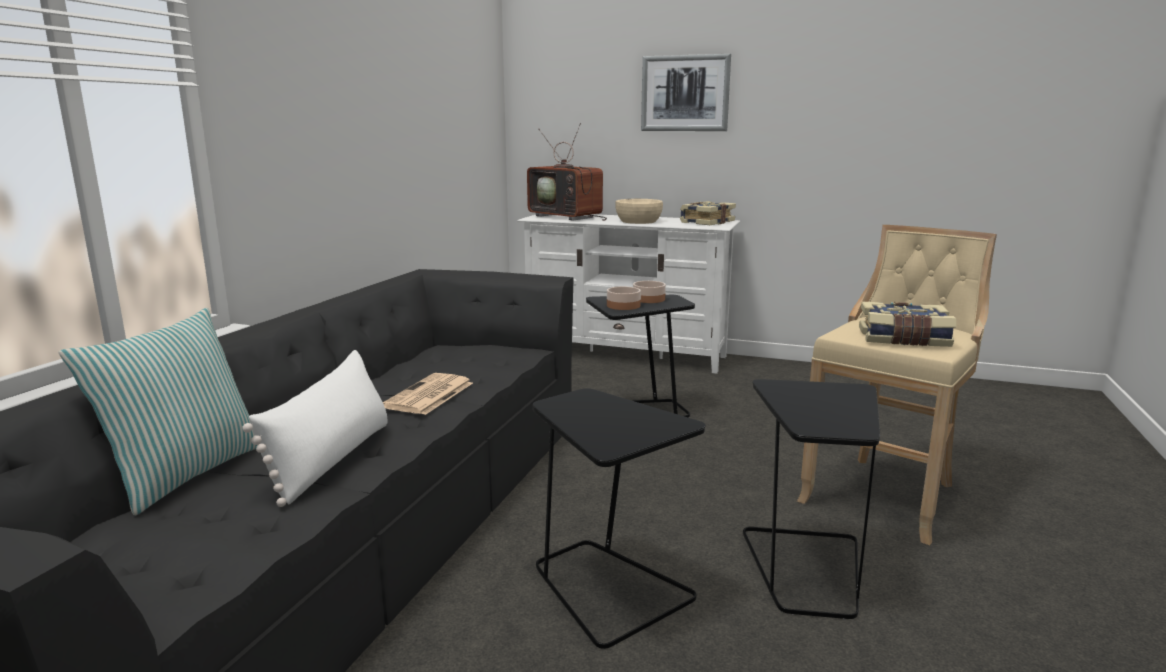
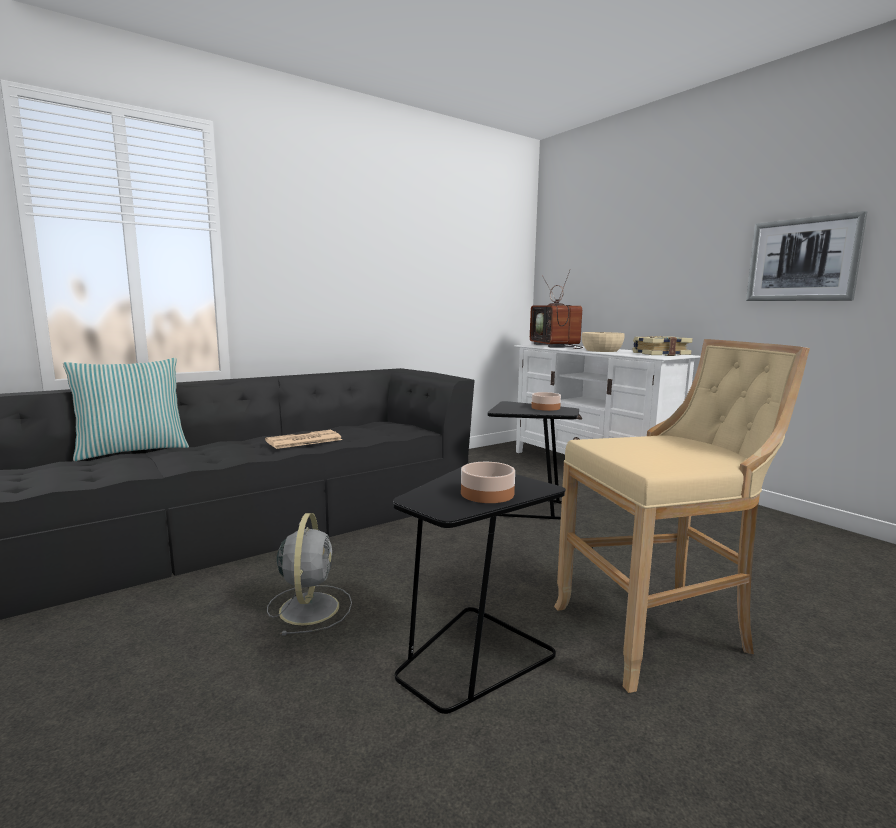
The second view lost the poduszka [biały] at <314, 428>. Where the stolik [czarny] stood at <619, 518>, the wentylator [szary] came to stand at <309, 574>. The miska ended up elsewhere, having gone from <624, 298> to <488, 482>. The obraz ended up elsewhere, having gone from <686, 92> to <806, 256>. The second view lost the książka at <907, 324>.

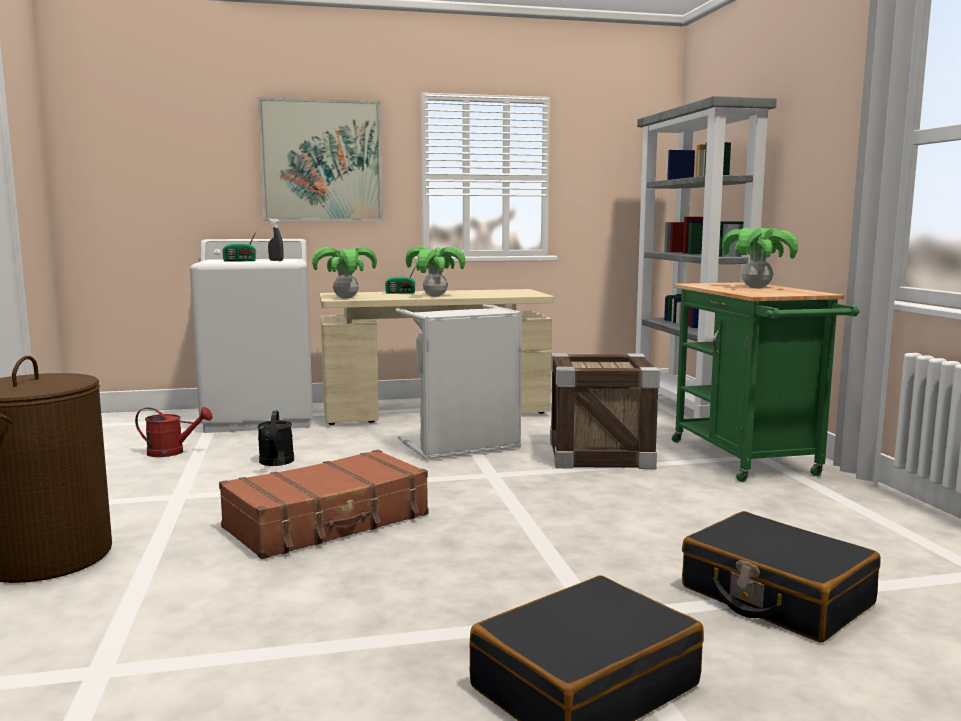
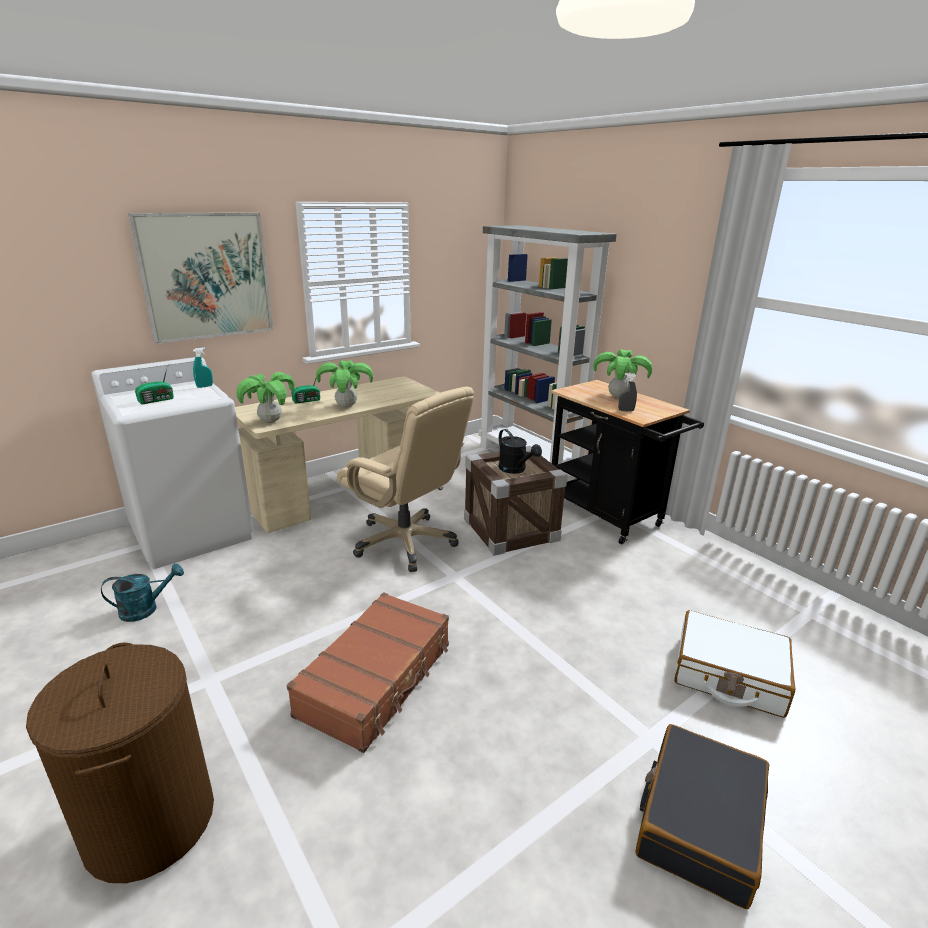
What was the konewka [czerwony] at <174, 432> turned into the konewka [turkusowy] at <142, 593>. The konewka [czarny] ended up elsewhere, having gone from <275, 438> to <520, 451>. The spryskiwacz [szary] ended up elsewhere, having gone from <275, 240> to <627, 392>. Where the kosz na pranie [szary] stood at <458, 382>, the krzesło biurowe [beżowy] came to stand at <405, 479>. What was the wózek [zielony] at <765, 382> turned into the wózek [czarny] at <627, 462>. What was the walizka [czarny] at <781, 577> turned into the walizka [biały] at <734, 664>. The second view gained the spryskiwacz [turkusowy] at <203, 367>.

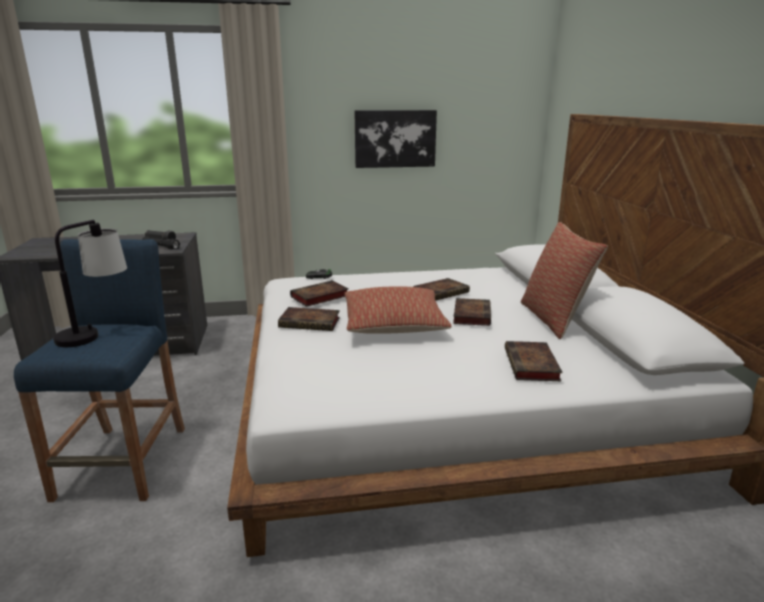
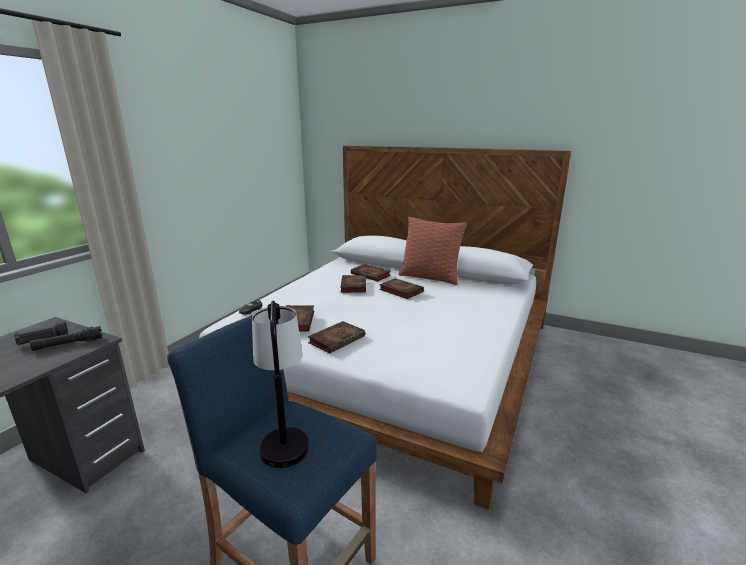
The second view lost the poduszka at <398, 310>. The second view lost the obraz at <395, 139>. The książka ended up elsewhere, having gone from <534, 361> to <371, 273>.

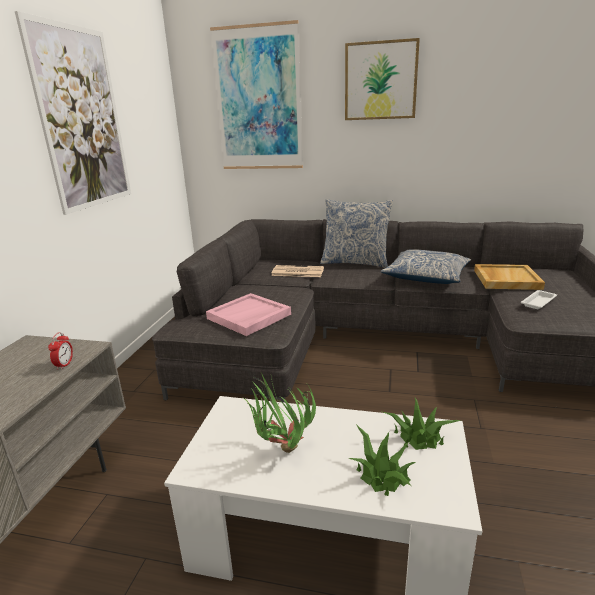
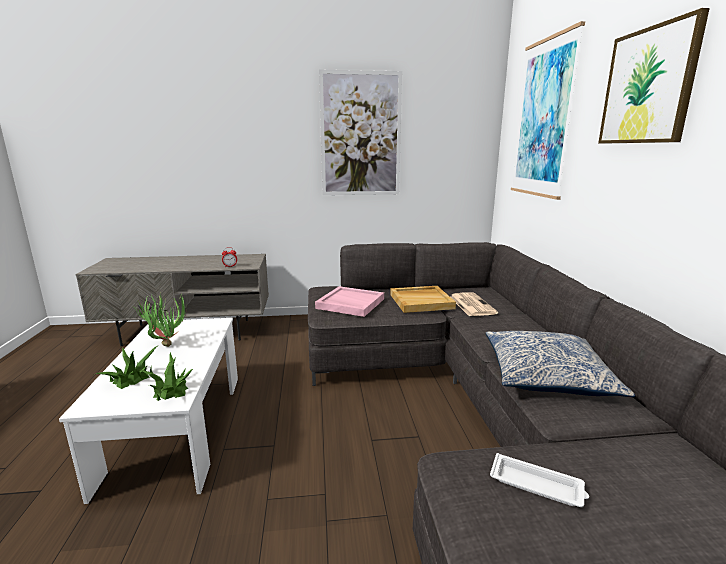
The second view lost the poduszka at <356, 233>. The taca [beżowy] ended up elsewhere, having gone from <509, 277> to <423, 299>.

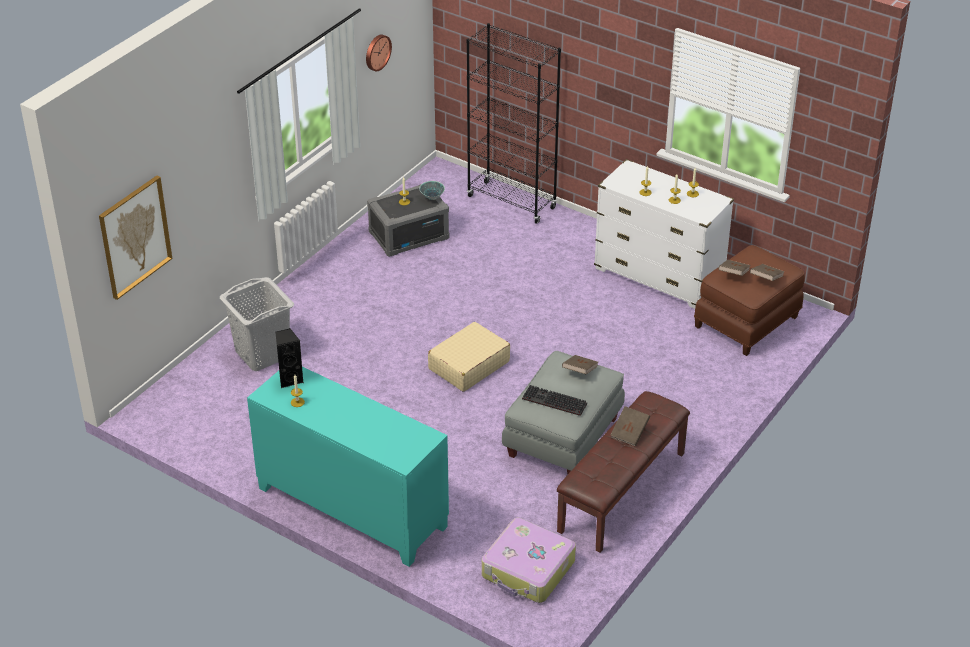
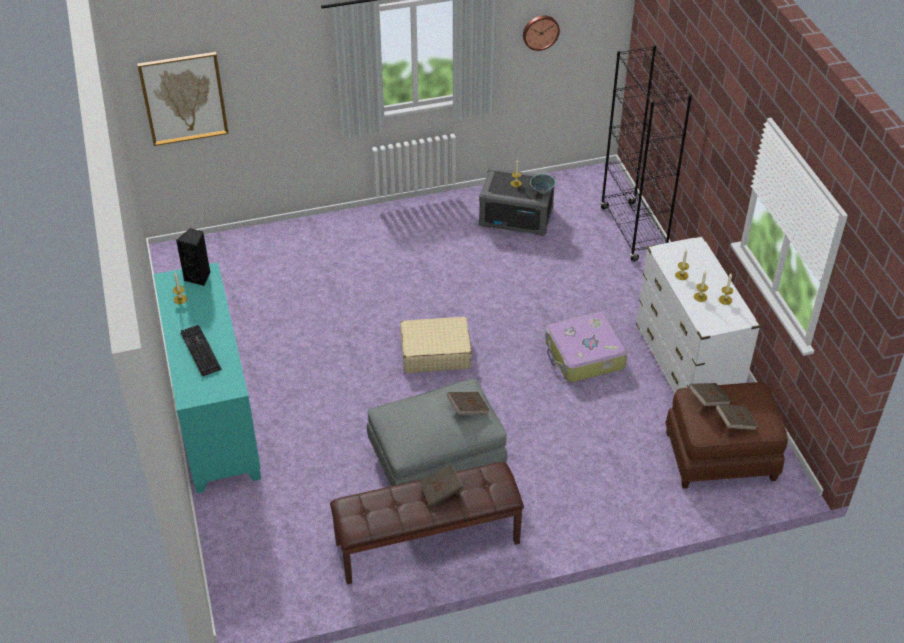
The second view lost the kosz na pranie [szary] at <257, 324>. The walizka ended up elsewhere, having gone from <529, 560> to <586, 347>. The klawiatura ended up elsewhere, having gone from <554, 400> to <201, 350>.

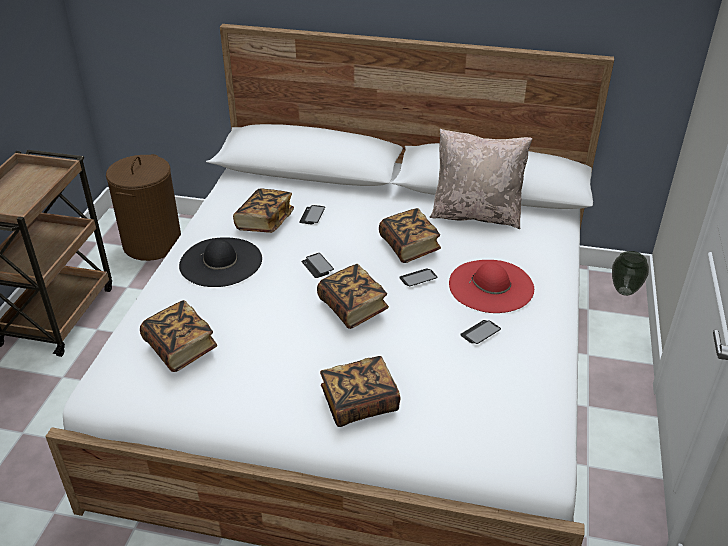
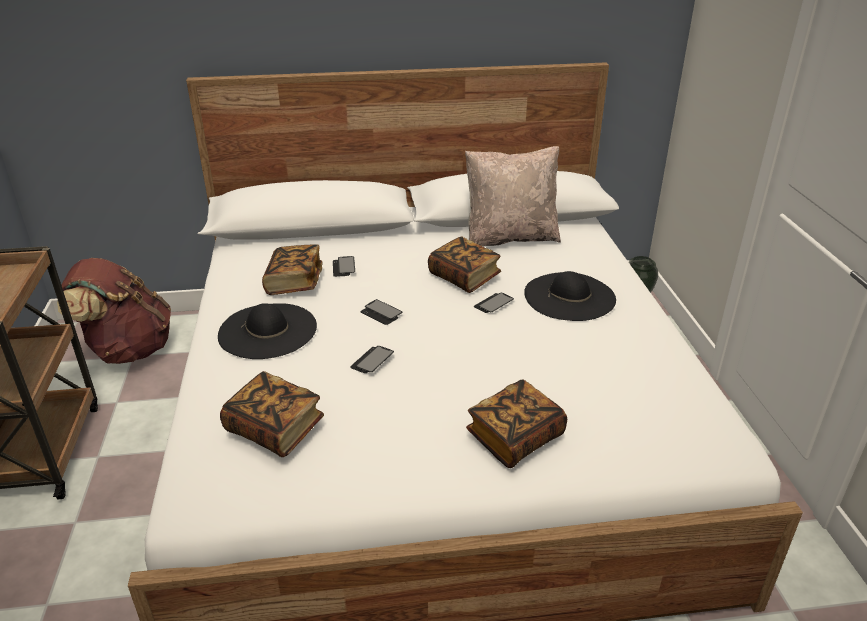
Where the kosz na pranie [brązowy] stood at <143, 207>, the plecak [brązowy] came to stand at <114, 311>. The second view lost the książka at <353, 296>. What was the kapelusz [czerwony] at <491, 286> turned into the kapelusz [czarny] at <570, 296>. The telefon ended up elsewhere, having gone from <480, 332> to <372, 359>.

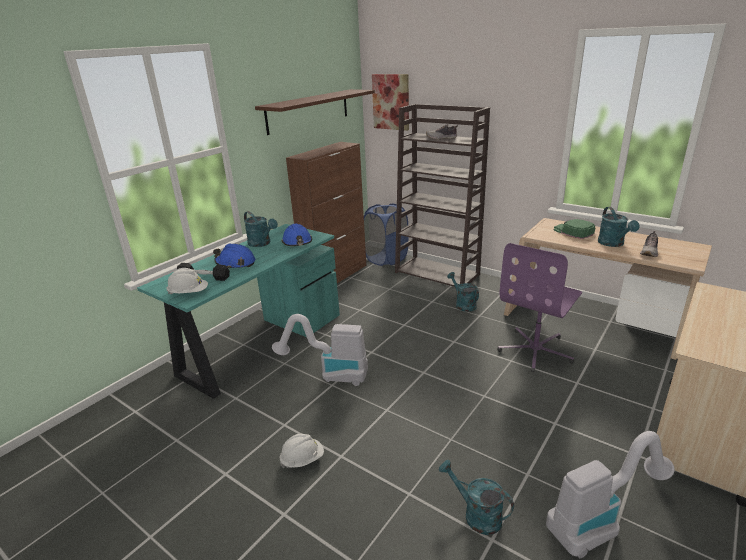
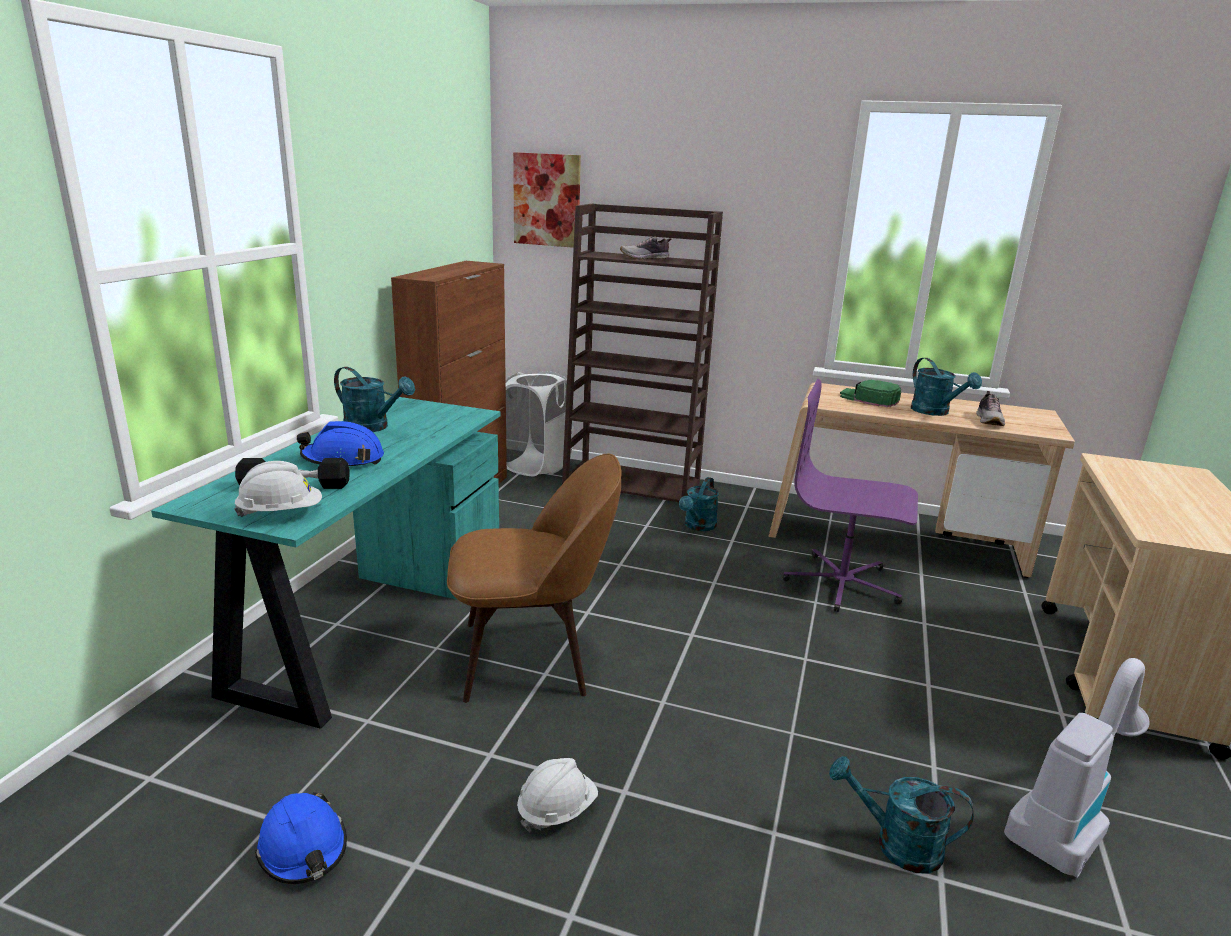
The second view lost the półka [brązowy] at <315, 112>. Where the odkurzacz stood at <320, 350>, the krzesło [brązowy] came to stand at <534, 578>. The kask [niebieski] ended up elsewhere, having gone from <297, 234> to <301, 838>. What was the kosz na pranie [niebieski] at <386, 235> turned into the kosz na pranie [biały] at <540, 423>. The konewka [turkusowy] at <463, 292> ended up facing another way, 105 degrees counterclockwise from before. The krzesło biurowe [fioletowy] at <539, 307> ended up facing another way, 90 degrees clockwise from before.

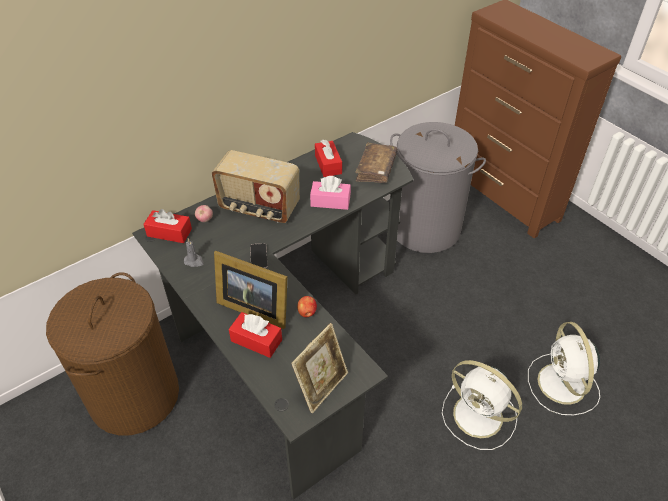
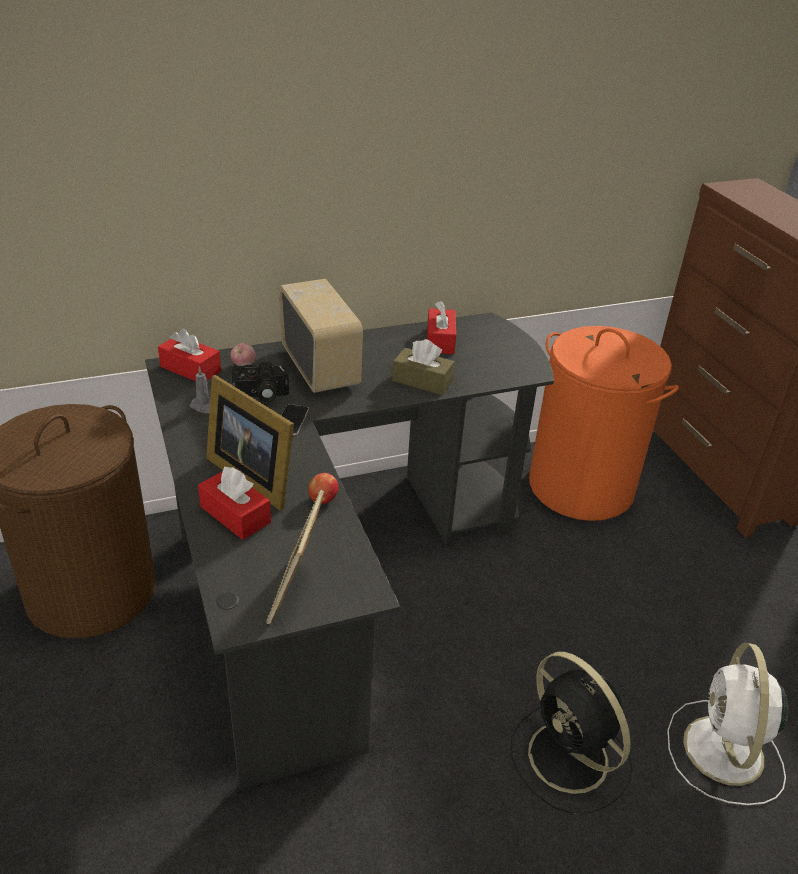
The radio at <256, 186> ended up facing another way, 150 degrees counterclockwise from before. The ramka na zdjęcie at <319, 368> ended up facing another way, 135 degrees clockwise from before. What was the pudełko chusteczek [różowy] at <330, 193> turned into the pudełko chusteczek [brązowy] at <423, 367>. The second view lost the książka [brązowy] at <376, 163>. What was the kosz na pranie [szary] at <438, 187> turned into the kosz na pranie [pomarańczowy] at <604, 423>. What was the wentylator [biały] at <482, 405> turned into the wentylator [czarny] at <572, 733>. The second view gained the aparat fotograficzny at <260, 382>.

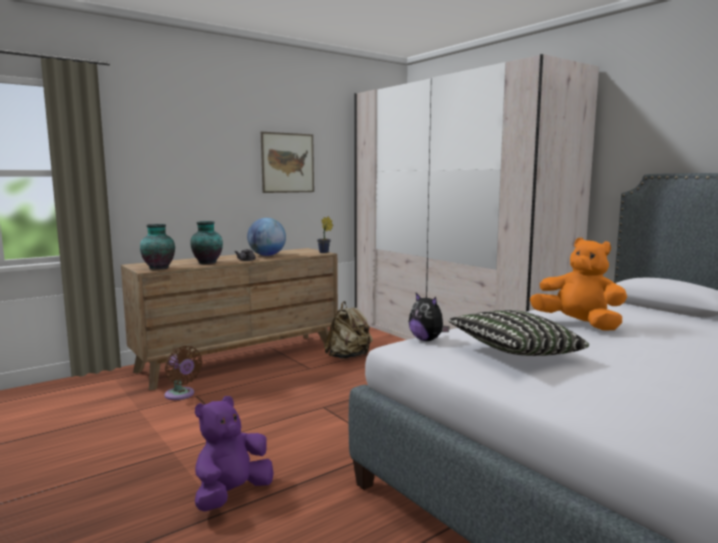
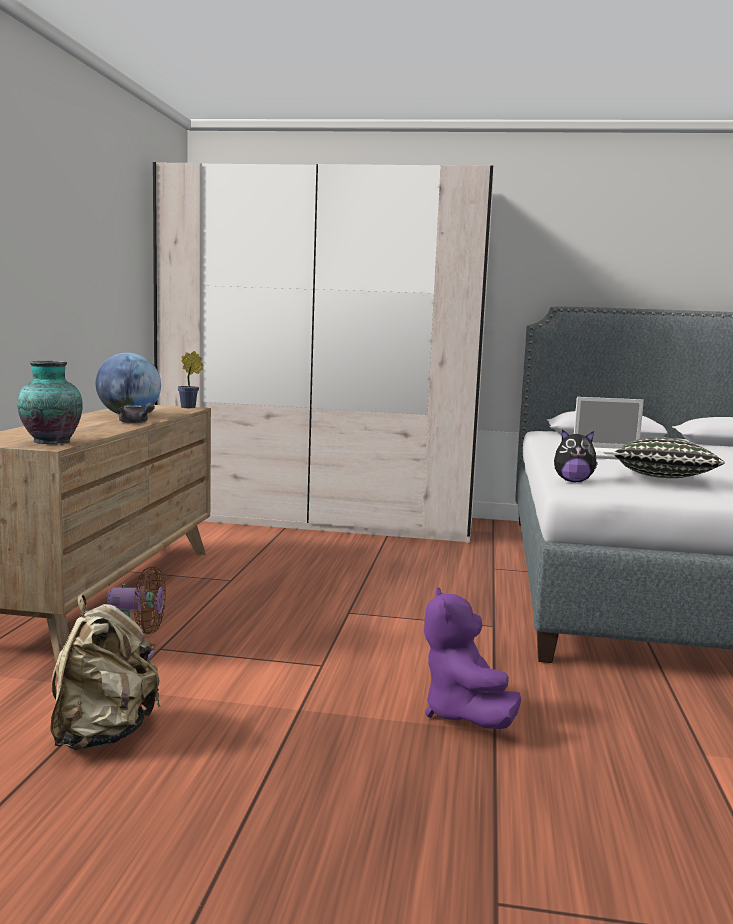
The second view lost the wazon at <206, 242>. The second view lost the obraz at <287, 162>. The plecak [beżowy] ended up elsewhere, having gone from <348, 330> to <105, 672>. Where the pluszak [pomarańczowy] stood at <578, 284>, the laptop came to stand at <609, 428>.

